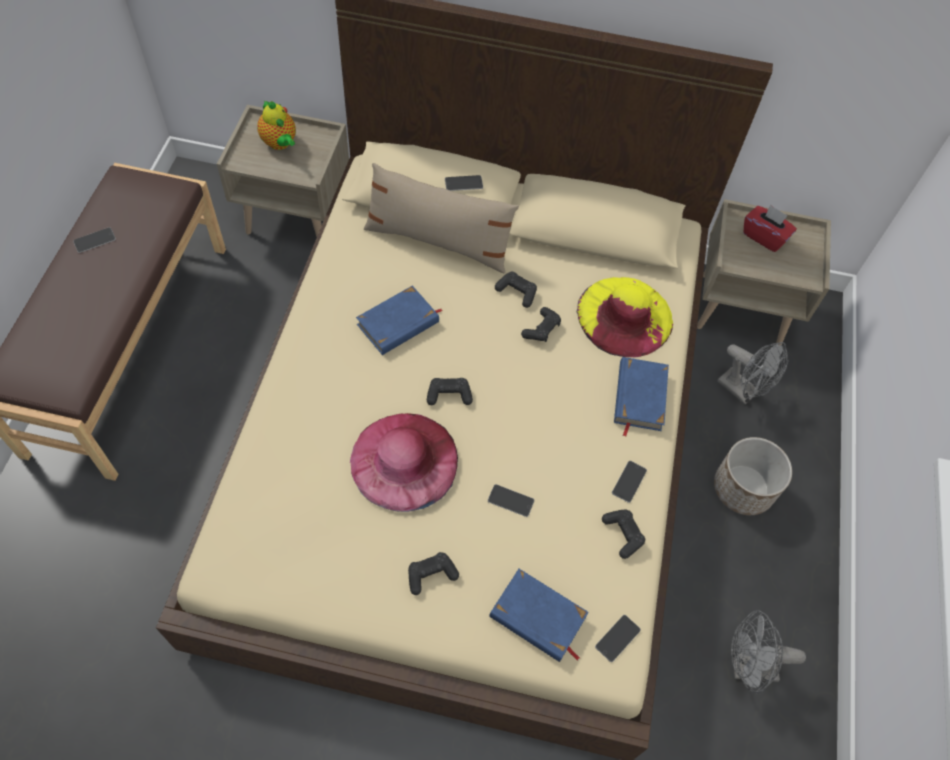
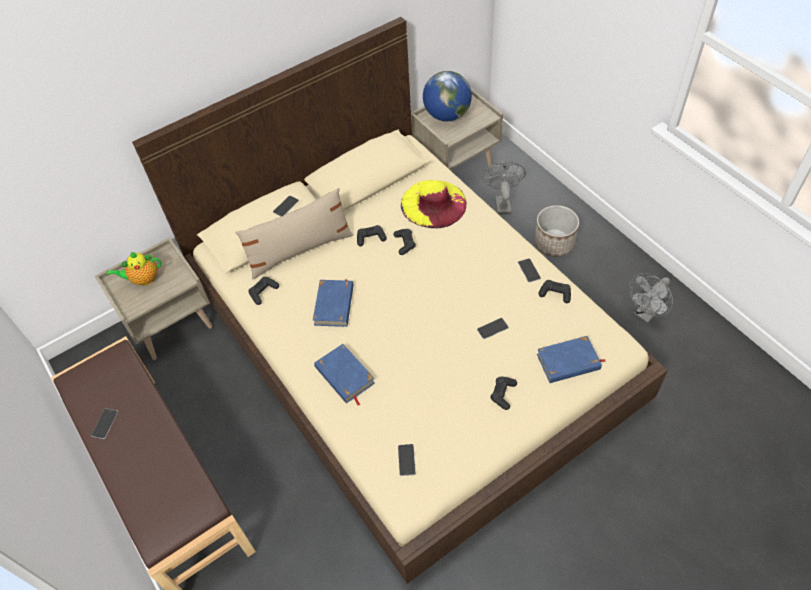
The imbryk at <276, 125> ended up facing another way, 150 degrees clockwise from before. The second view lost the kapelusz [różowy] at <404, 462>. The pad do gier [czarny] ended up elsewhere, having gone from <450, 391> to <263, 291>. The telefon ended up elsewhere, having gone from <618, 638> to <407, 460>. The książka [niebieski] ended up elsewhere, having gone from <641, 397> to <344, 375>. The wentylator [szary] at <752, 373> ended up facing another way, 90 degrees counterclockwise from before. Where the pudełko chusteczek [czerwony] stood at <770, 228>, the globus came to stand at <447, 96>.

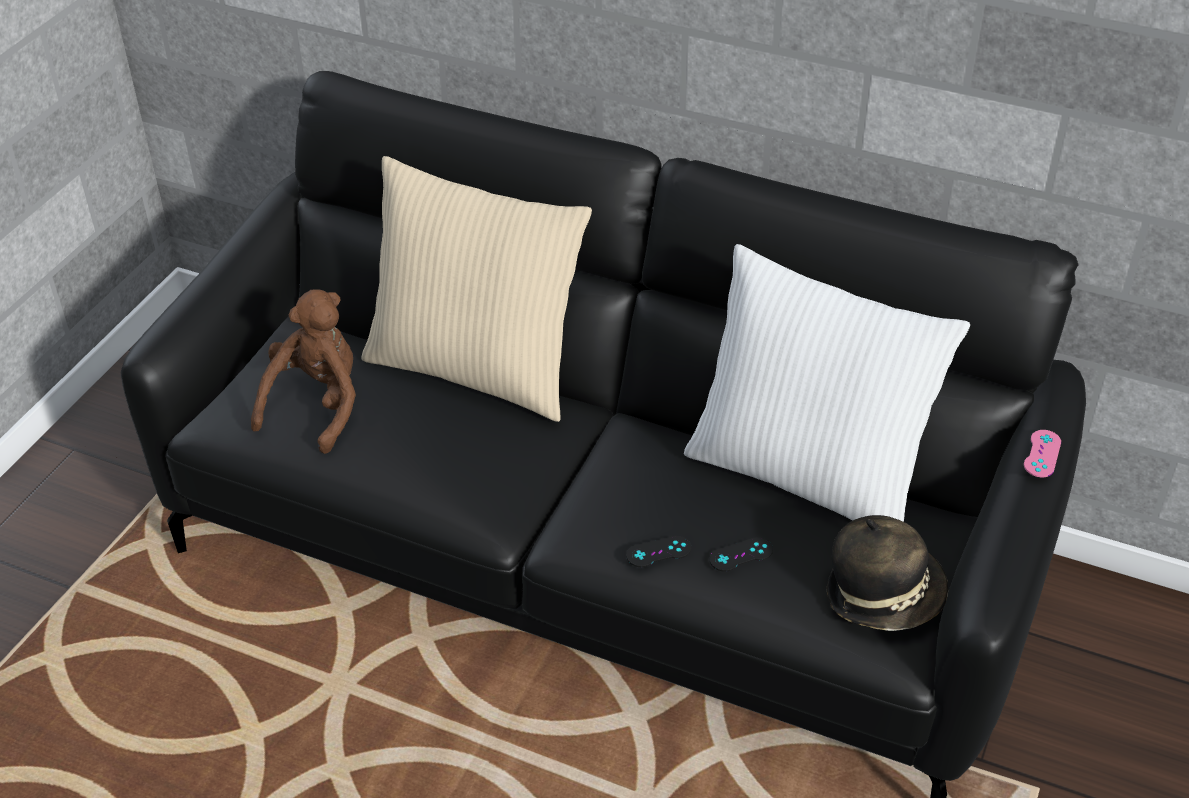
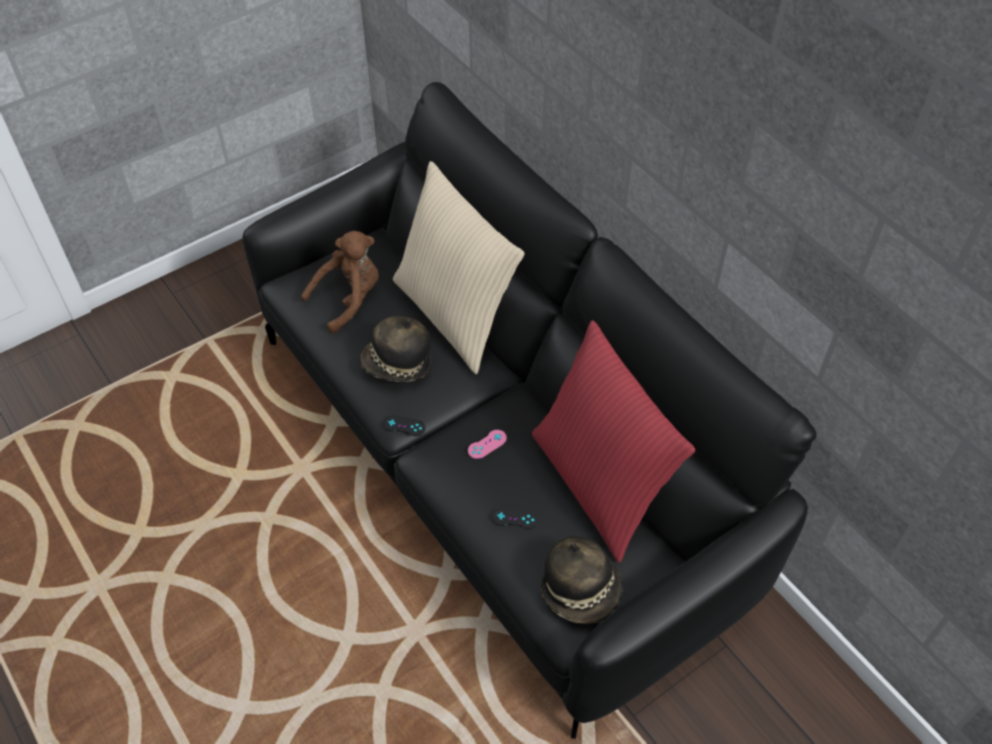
The pad do gier [czarny] ended up elsewhere, having gone from <658, 551> to <404, 425>. What was the poduszka [biały] at <827, 383> turned into the poduszka [czerwony] at <613, 441>. The pad do gier [różowy] ended up elsewhere, having gone from <1042, 453> to <487, 444>. The second view gained the kapelusz at <396, 349>.

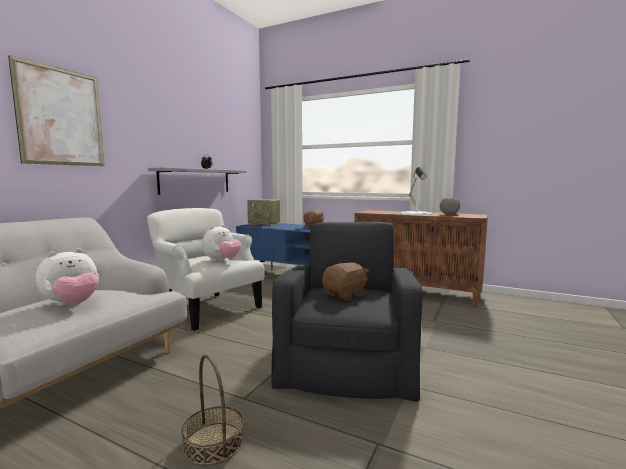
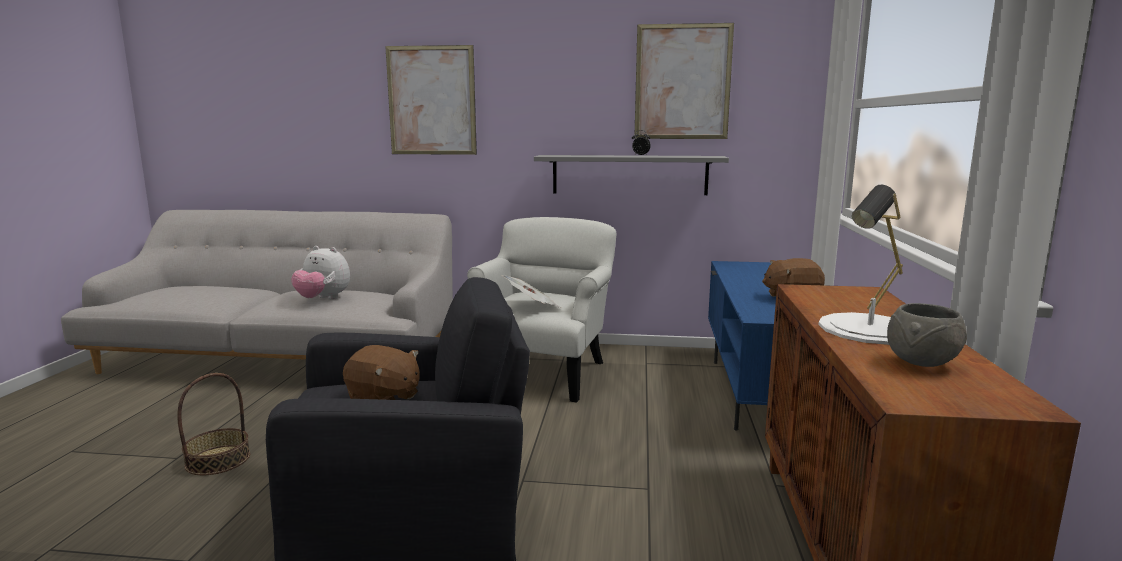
Where the pluszak stood at <221, 243>, the gazeta came to stand at <531, 291>. The second view lost the radio at <263, 212>. The second view gained the obraz at <684, 81>.

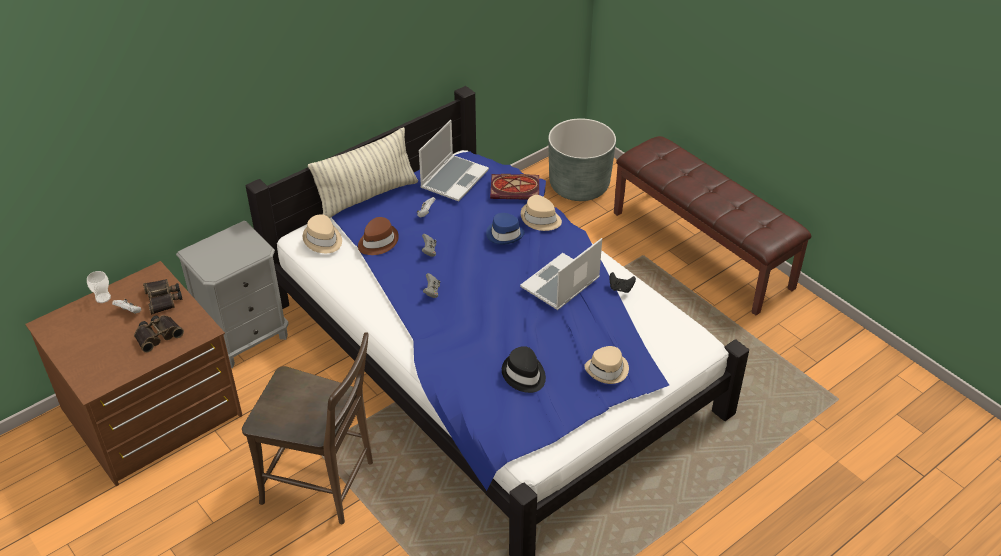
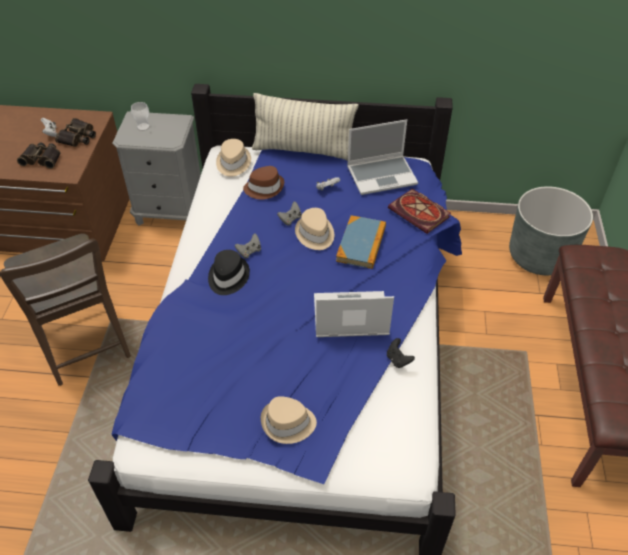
The filiżanka ended up elsewhere, having gone from <99, 287> to <140, 116>. Where the kapelusz [niebieski] stood at <505, 229>, the książka came to stand at <361, 242>. The kapelusz [czarny] ended up elsewhere, having gone from <524, 369> to <229, 272>. The kapelusz [beżowy] ended up elsewhere, having gone from <541, 213> to <314, 229>.

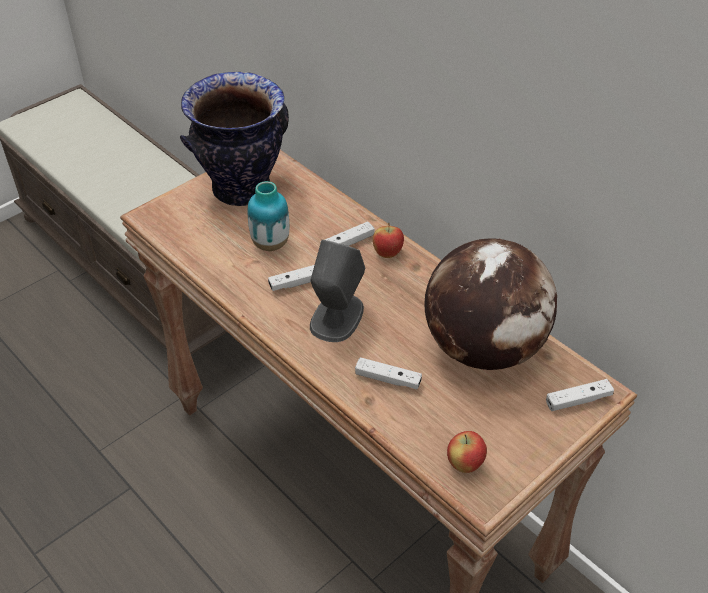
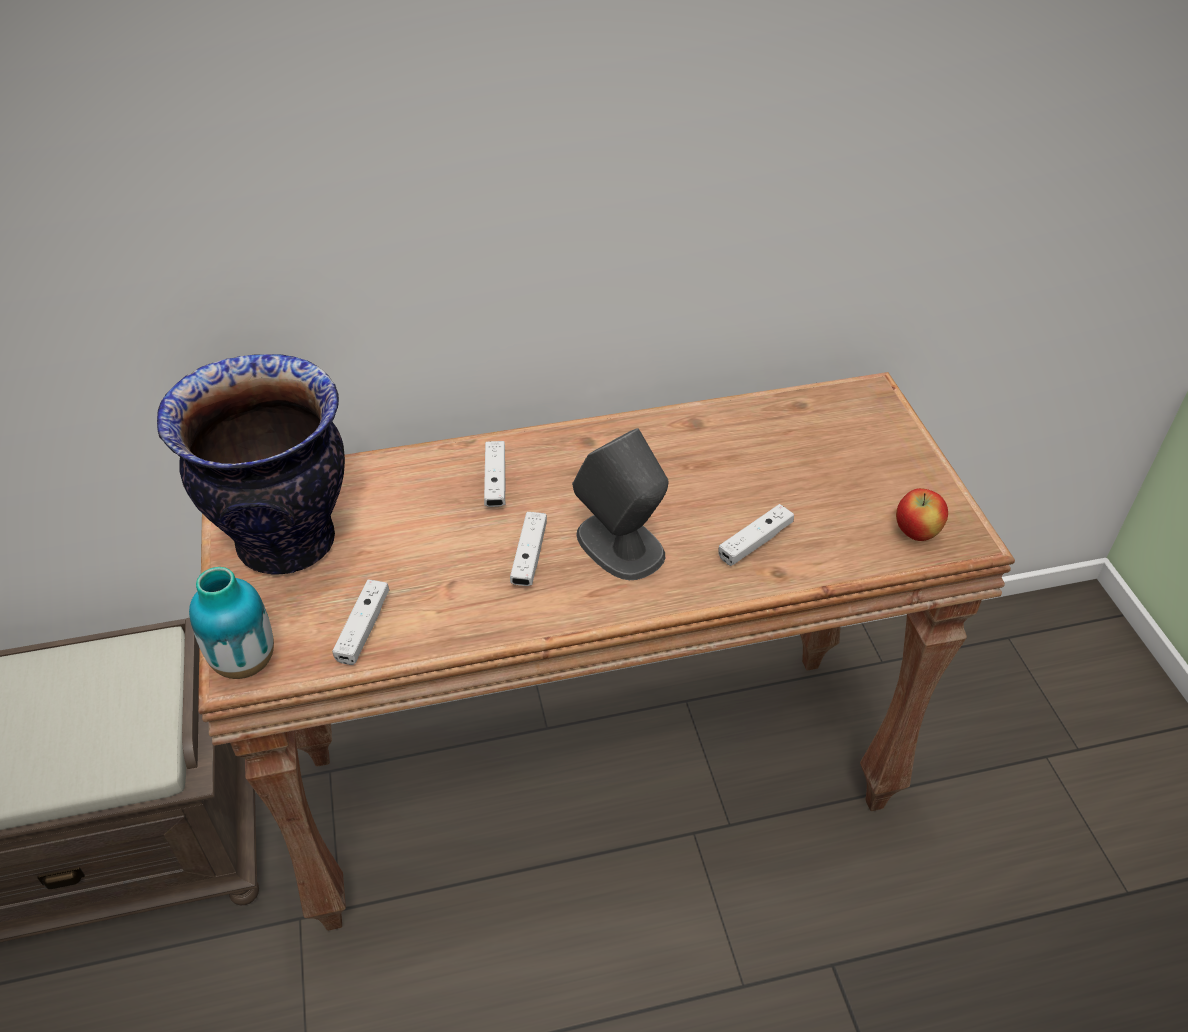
The wazon ended up elsewhere, having gone from <268, 216> to <231, 623>. The second view lost the jabłko at <388, 240>. The second view lost the globus at <490, 304>. The pad do gier [biały] ended up elsewhere, having gone from <580, 395> to <360, 622>.

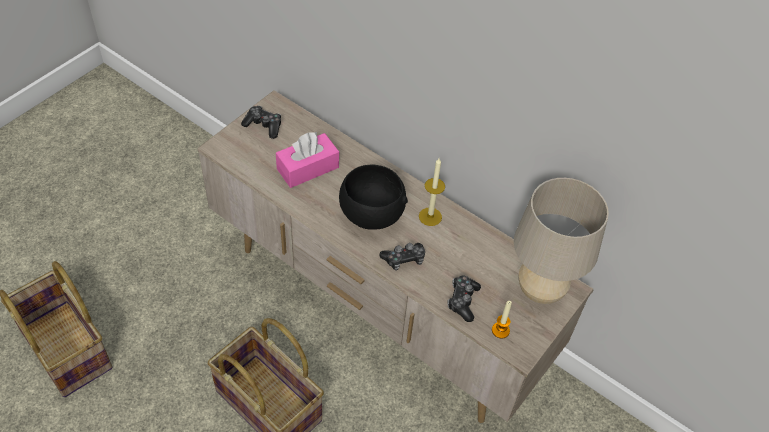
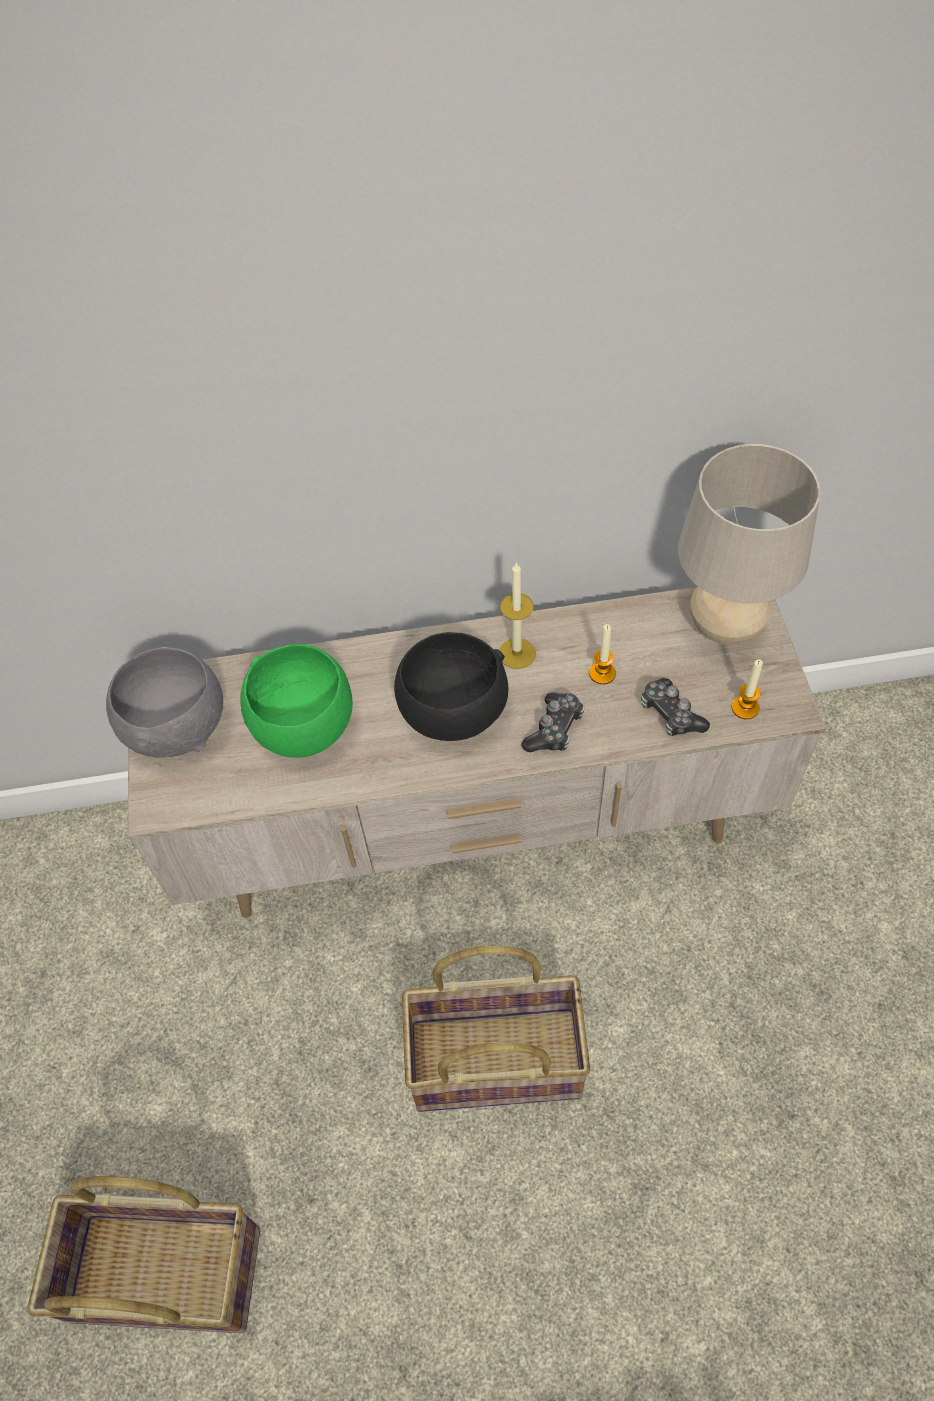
Where the pad do gier stood at <261, 122>, the miska [szary] came to stand at <164, 702>. Where the pudełko chusteczek [różowy] stood at <307, 160>, the miska [zielony] came to stand at <297, 701>. The second view gained the świeca at <602, 654>.

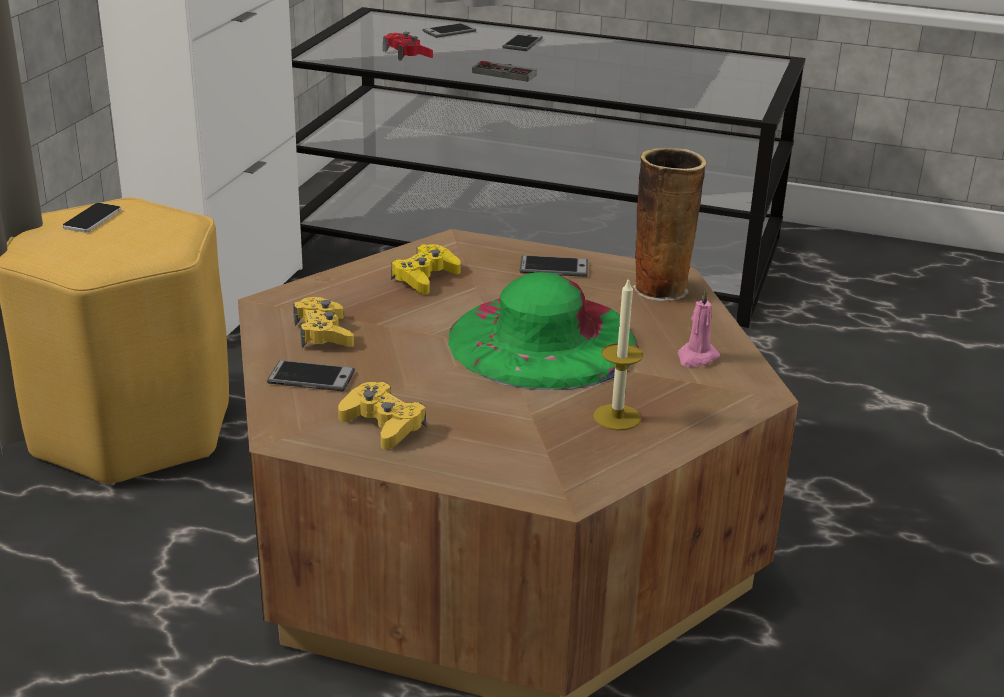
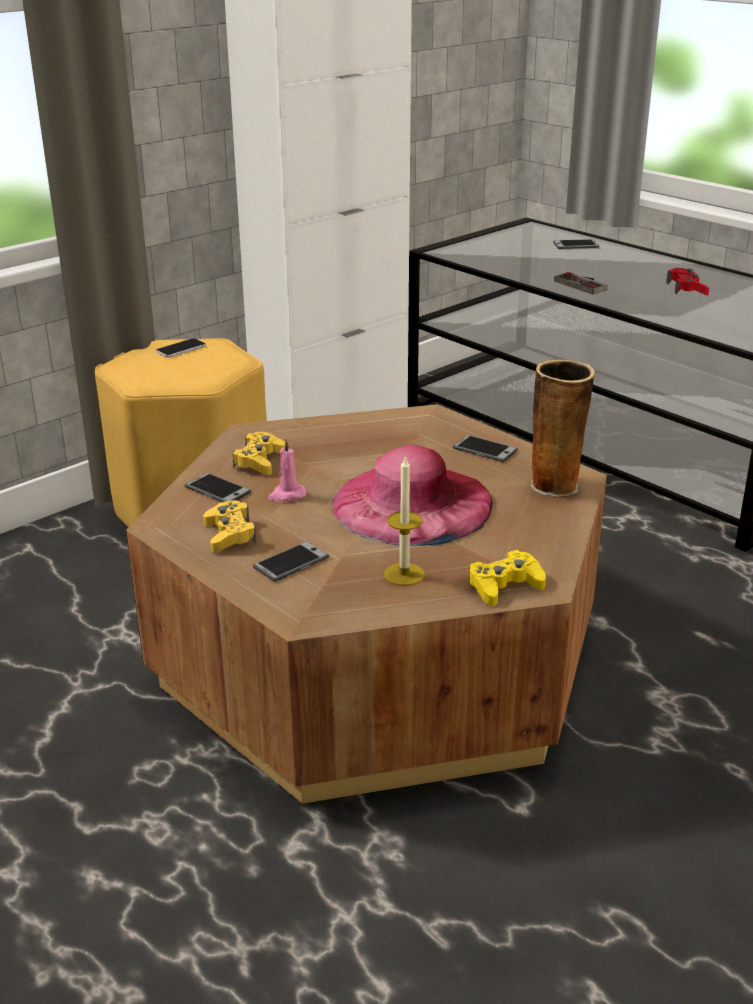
The pad do gier [czerwony] ended up elsewhere, having gone from <408, 46> to <687, 281>. The pad do gier [żółty] ended up elsewhere, having gone from <426, 269> to <507, 578>. What was the kapelusz [zielony] at <543, 331> turned into the kapelusz [różowy] at <412, 495>. The telefon ended up elsewhere, having gone from <522, 42> to <291, 561>. The świeca [różowy] ended up elsewhere, having gone from <699, 328> to <287, 470>.

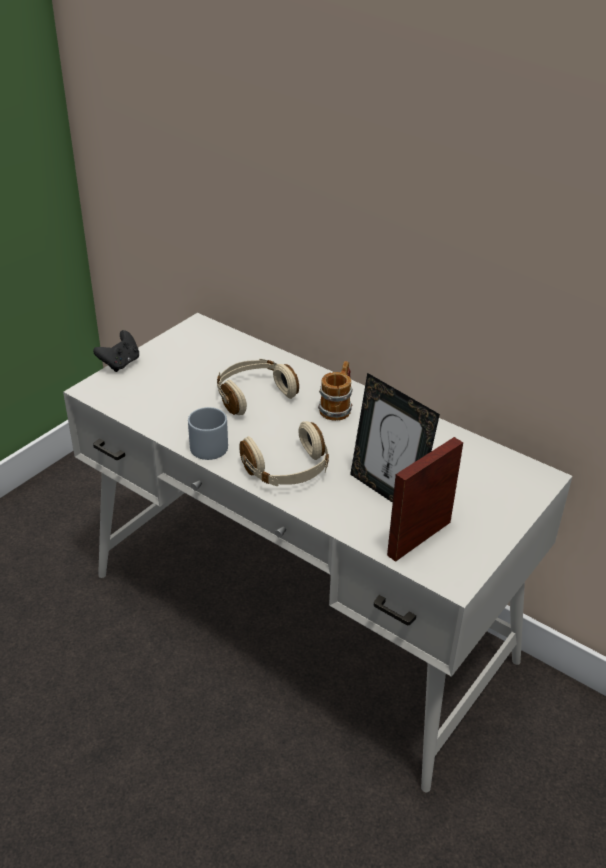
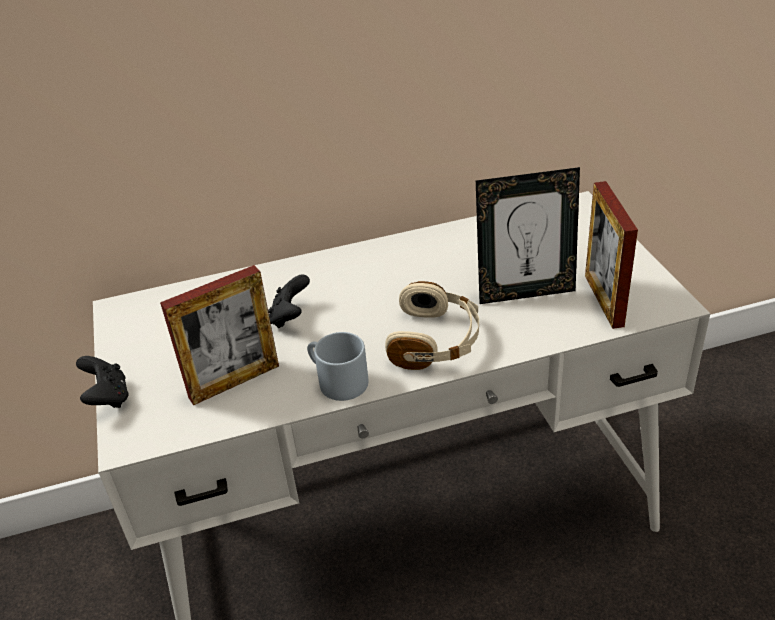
Where the słuchawki [beżowy] stood at <258, 387>, the pad do gier [czarny] came to stand at <289, 301>. The second view lost the kubek at <335, 391>. The second view gained the ramka na zdjęcie at <219, 335>.

